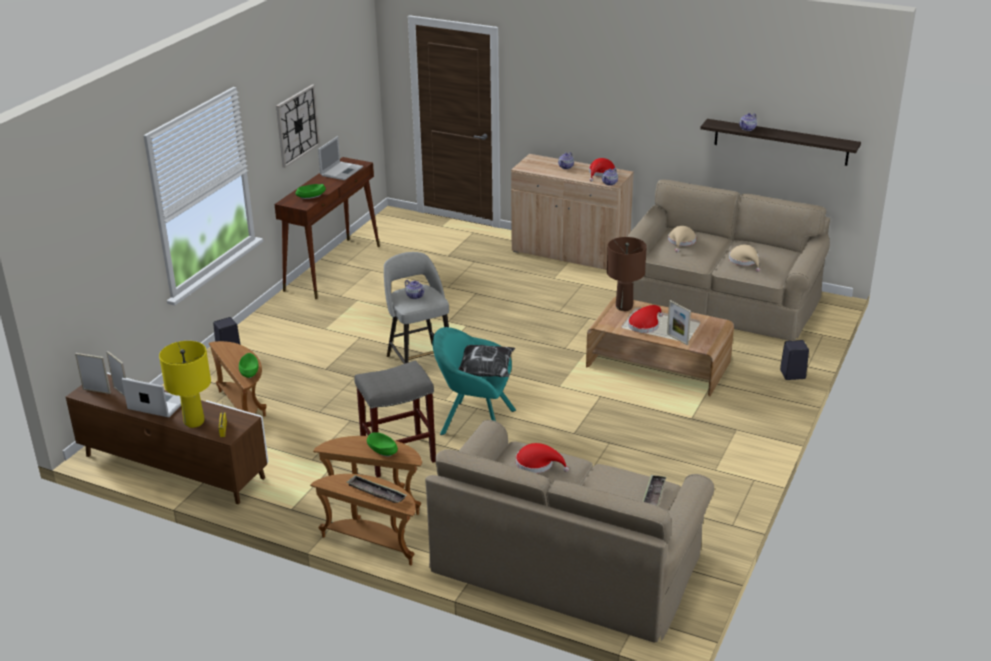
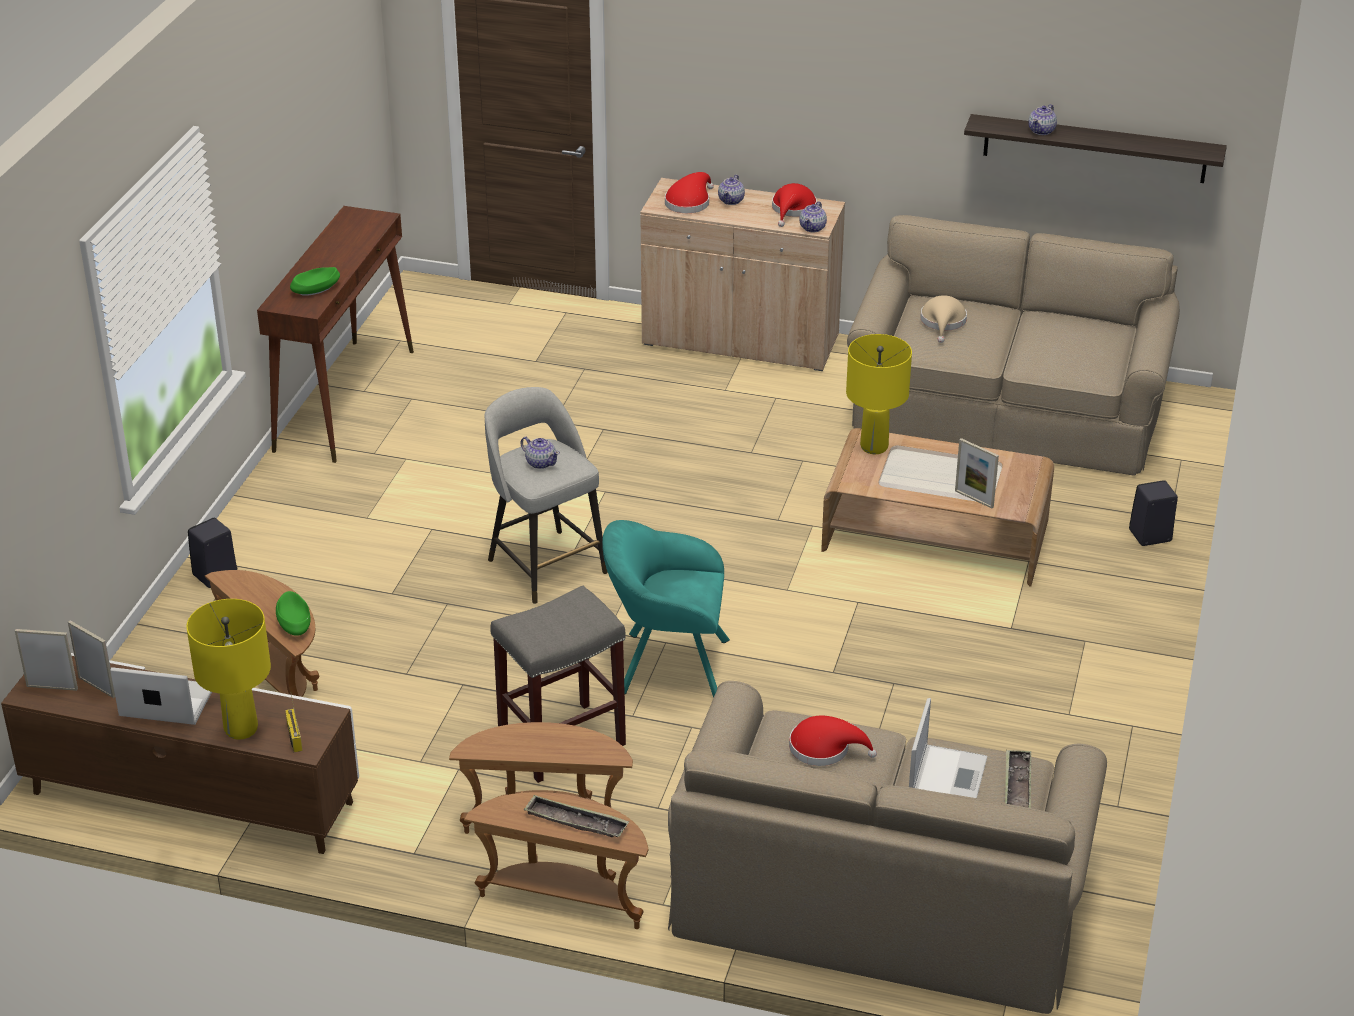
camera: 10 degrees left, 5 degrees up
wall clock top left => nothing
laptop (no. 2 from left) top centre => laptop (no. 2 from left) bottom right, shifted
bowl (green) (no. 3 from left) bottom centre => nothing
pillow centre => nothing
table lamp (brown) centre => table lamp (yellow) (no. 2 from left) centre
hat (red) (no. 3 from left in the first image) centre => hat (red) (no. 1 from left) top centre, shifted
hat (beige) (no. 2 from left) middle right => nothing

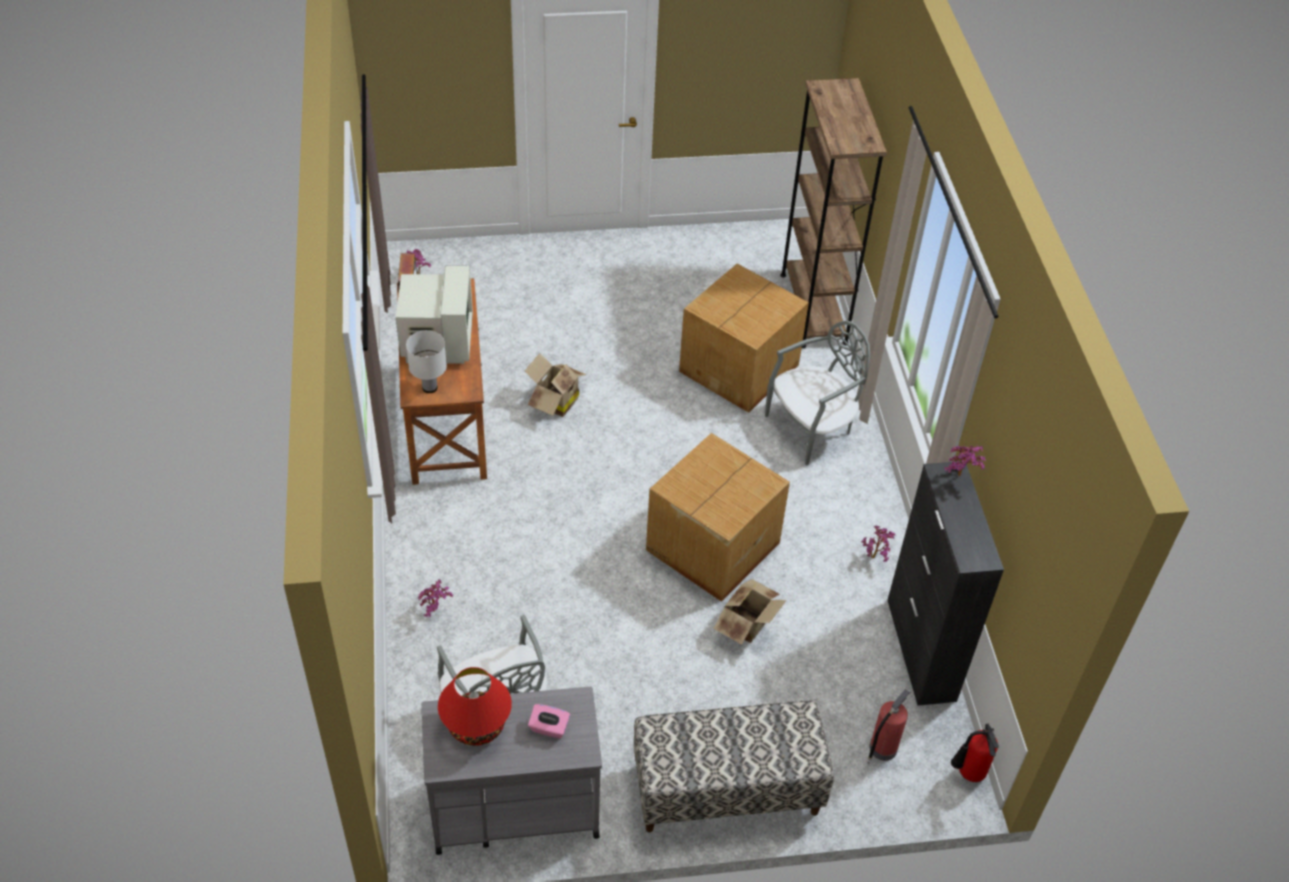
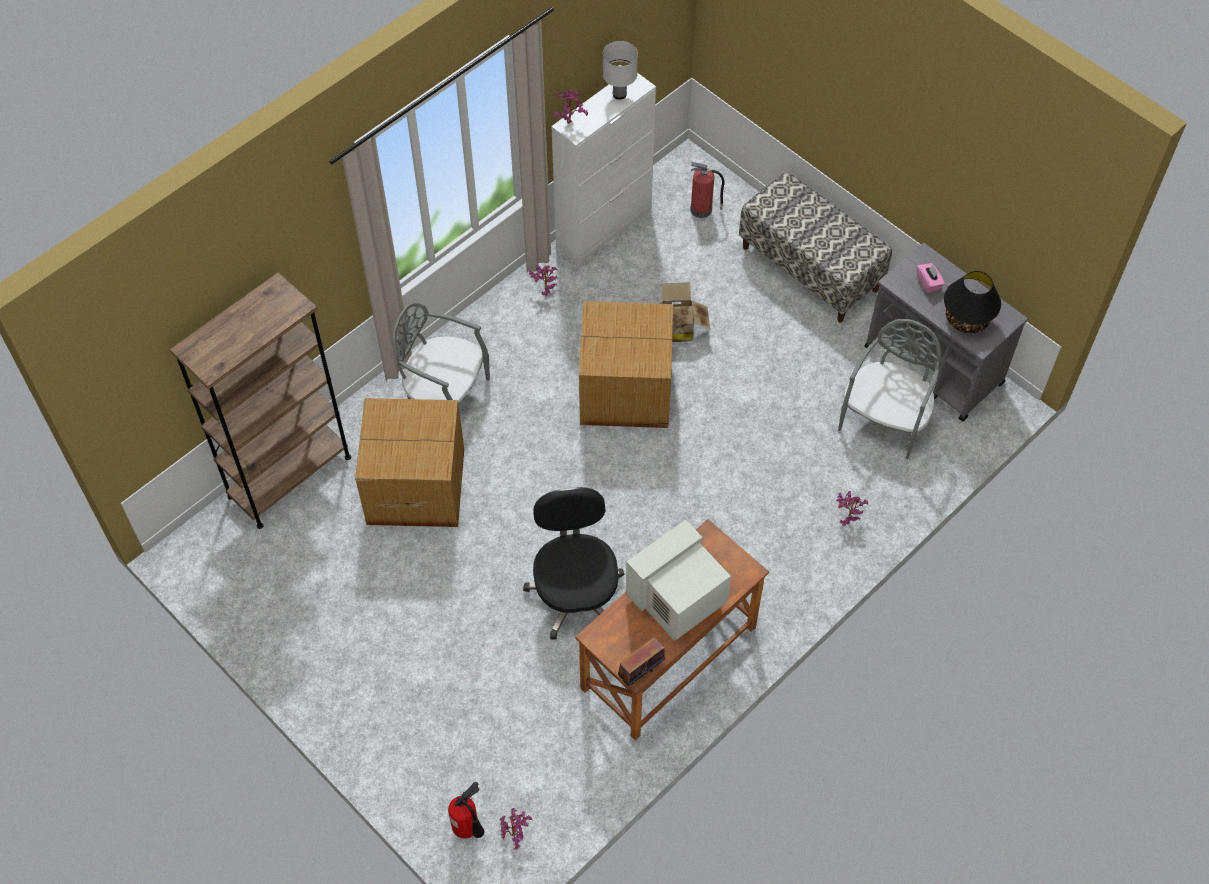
camera: 125 degrees left, 10 degrees up
table lamp (white) middle left => table lamp (white) top centre, shifted
table lamp (red) bottom centre => table lamp (black) middle right
cardboard box (no. 1 from left) centre => office chair (black) centre
cabinet (black) middle right => cabinet (white) top centre
fire extinguisher (no. 2 from left in the first image) bottom right => fire extinguisher (no. 1 from left) bottom centre, shifted

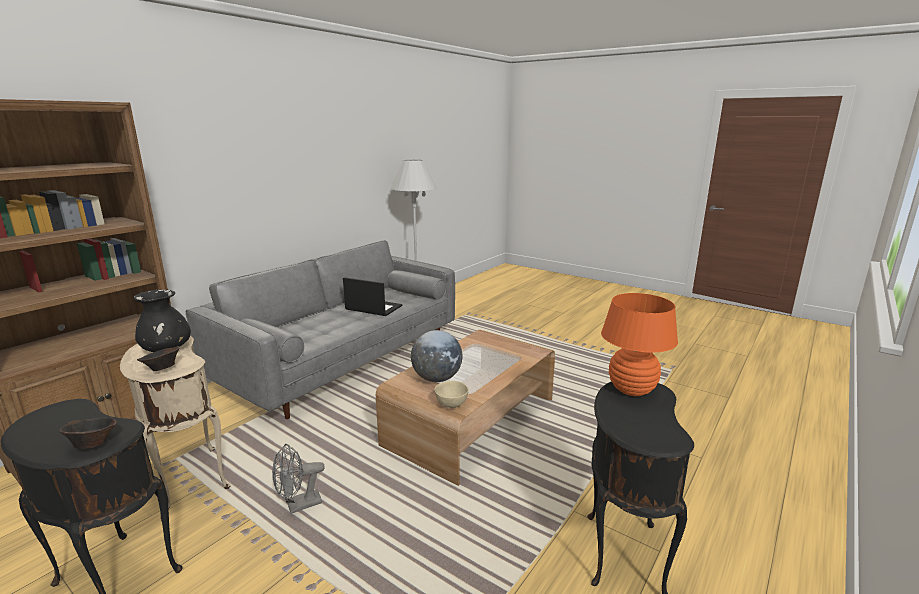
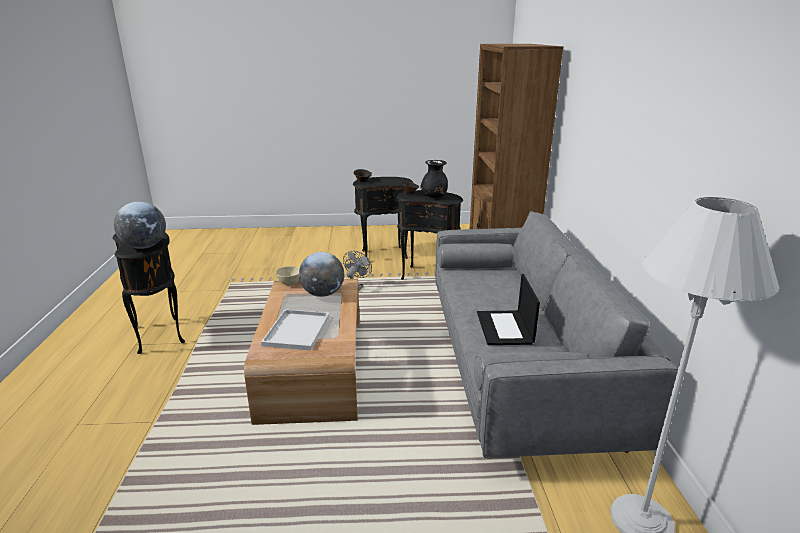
camera: 140 degrees right, 5 degrees up
side table (beige) bottom left => side table (black) (no. 3 from left) centre
laptop centre, 105 degrees clockwise
table lamp (orange) middle right => globe (no. 1 from left) middle left
nothing => tray (white) centre

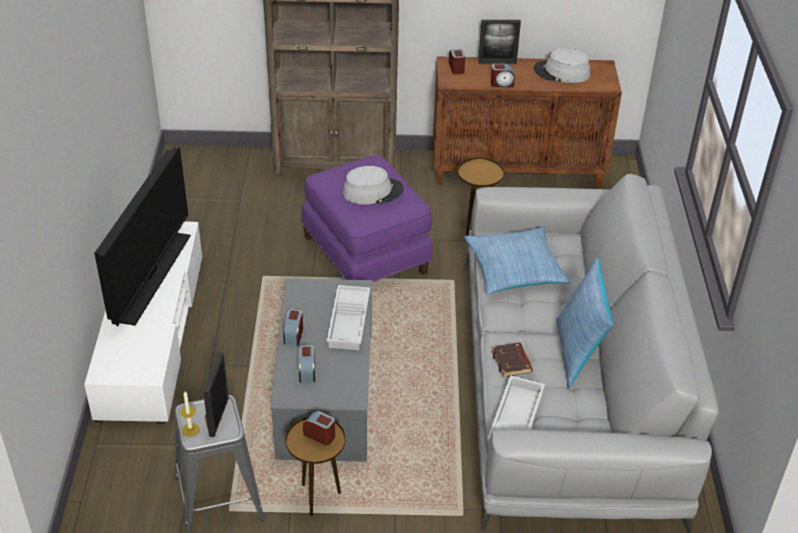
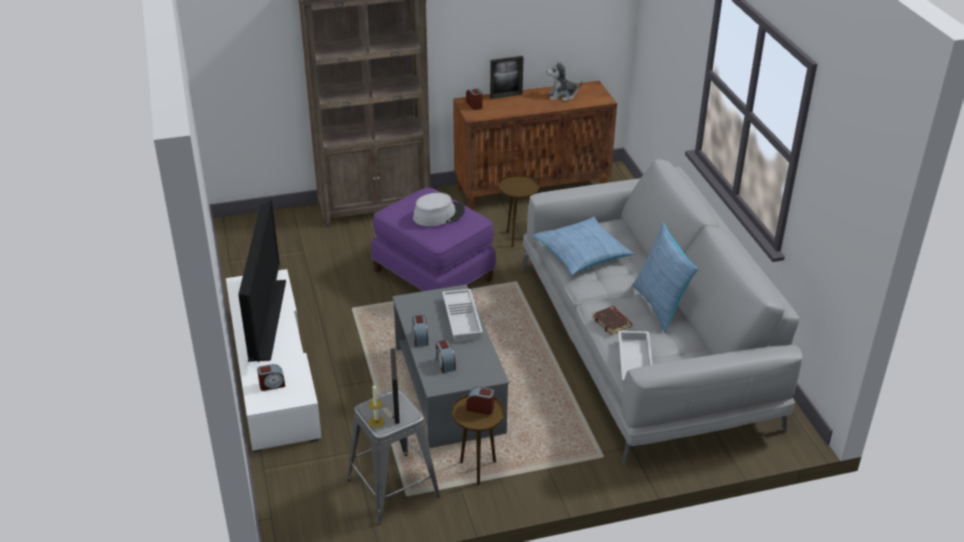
camera: 15 degrees left, 5 degrees down
alarm clock (no. 5 from left in the first image) top centre => alarm clock (no. 1 from left) bottom left, shifted
hat (grey) (no. 2 from left) top right => plush toy top centre

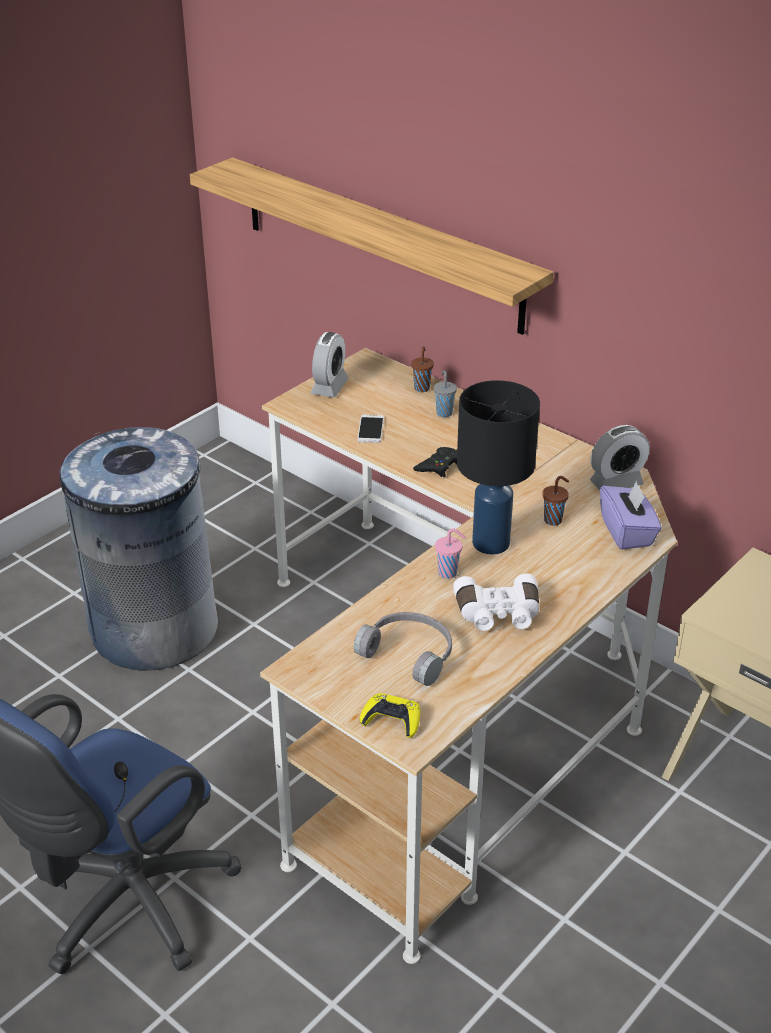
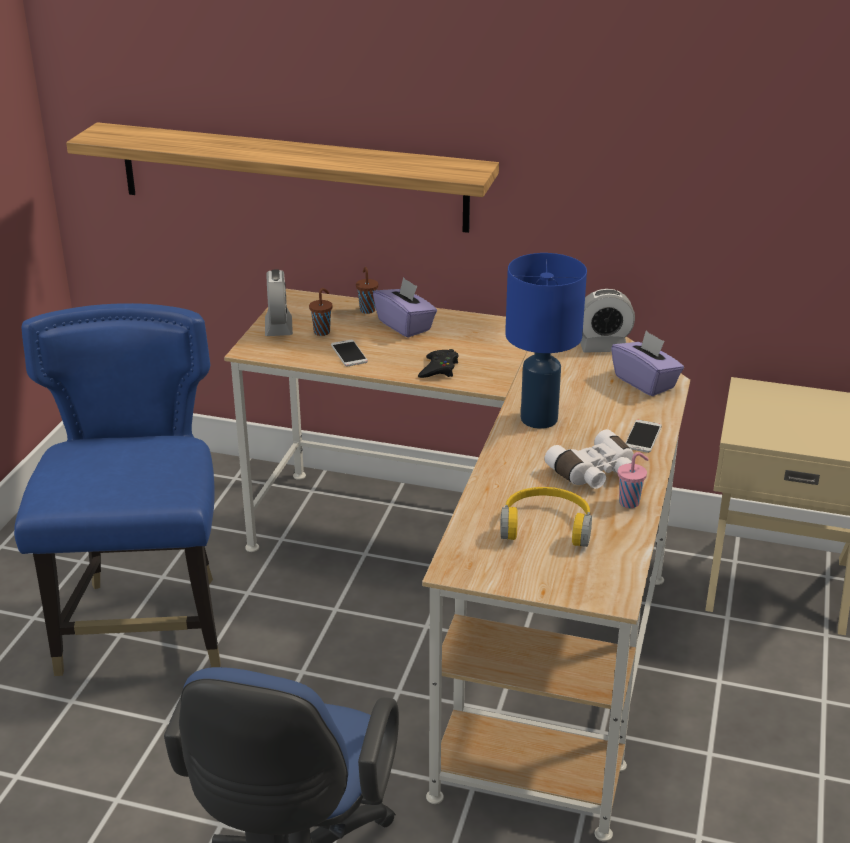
camera: 25 degrees left, 5 degrees down
trash can (grey) middle left => chair (blue) middle left
headphones (grey) centre => headphones (yellow) centre
game controller (yellow) bottom centre => nothing
cup (grey) centre => tissue box (purple) (no. 1 from left) centre
cup (pink) centre => cup (pink) middle right, shifted
table lamp (black) centre => table lamp (blue) centre
cup (brown) (no. 2 from left in the first image) middle right => cup (brown) (no. 1 from left) centre, shifted
alarm clock (no. 2 from left) middle right, 45 degrees clockwise
nothing => phone (no. 2 from left) middle right

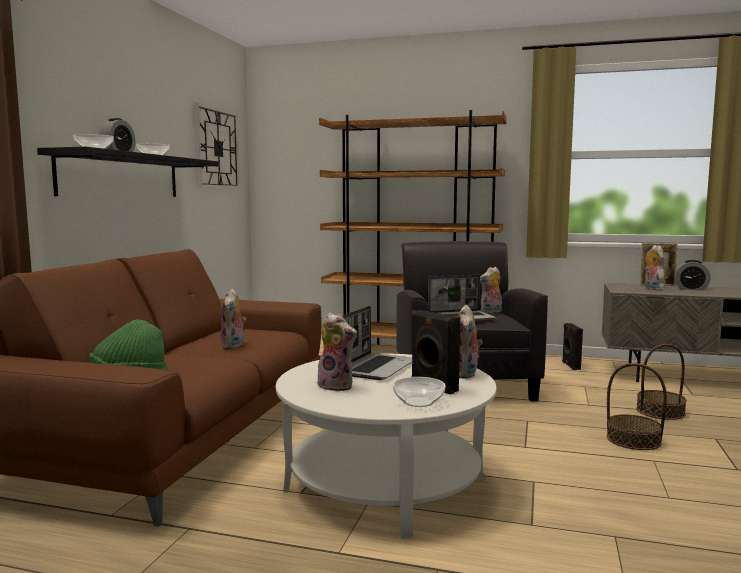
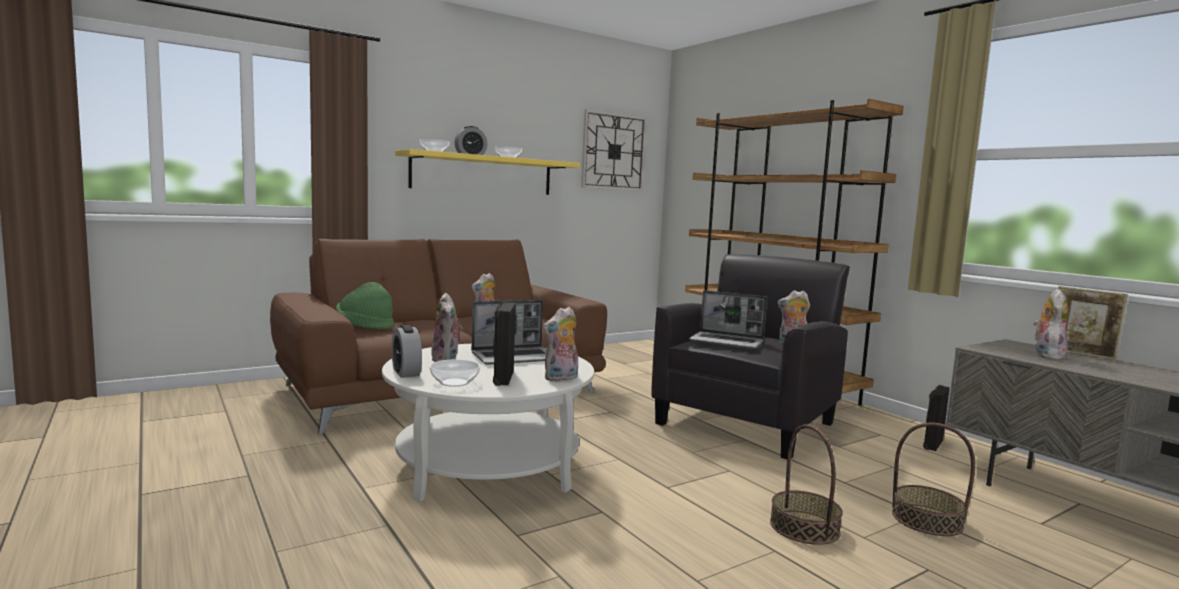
camera: 40 degrees right, 0 degrees up
shelf (black) top left => shelf (yellow) top centre
alarm clock (no. 2 from left in the first image) middle right => alarm clock (no. 1 from left) centre, shifted

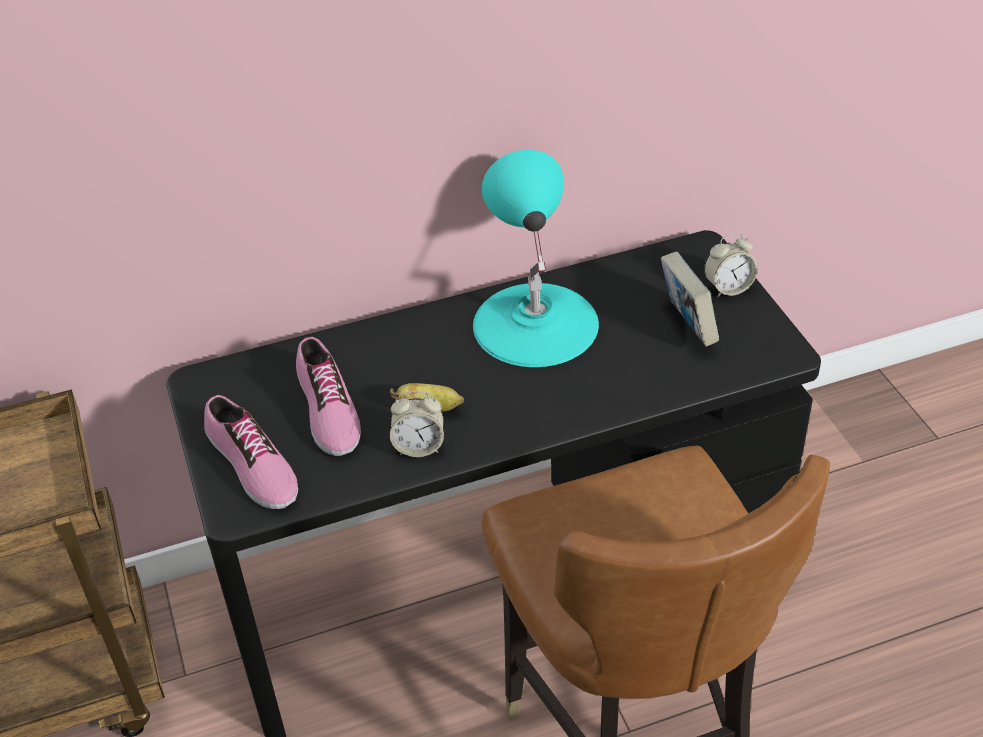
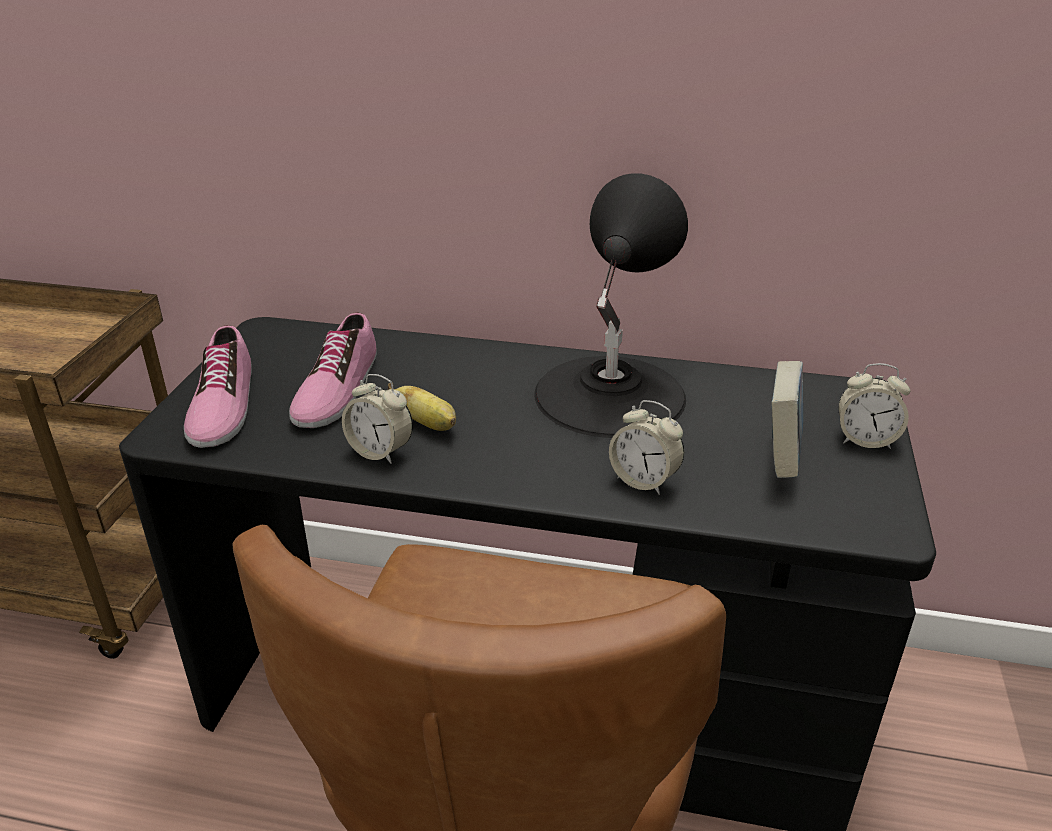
camera: 30 degrees right, 10 degrees down
table lamp (turquoise) centre => table lamp (black) centre
nothing => alarm clock (no. 2 from left) centre

